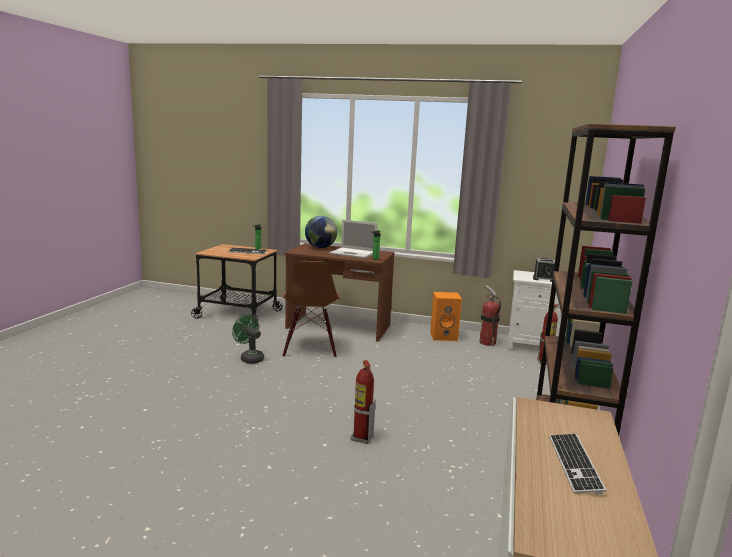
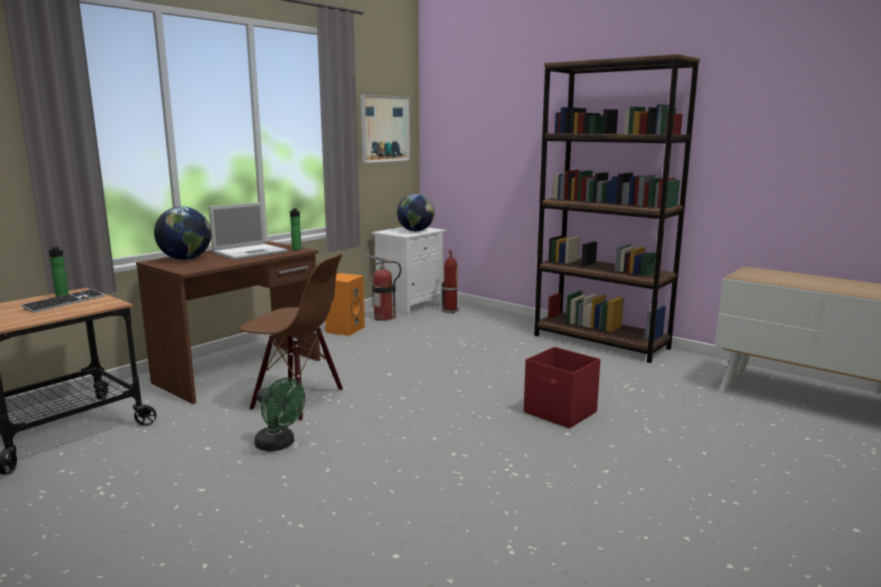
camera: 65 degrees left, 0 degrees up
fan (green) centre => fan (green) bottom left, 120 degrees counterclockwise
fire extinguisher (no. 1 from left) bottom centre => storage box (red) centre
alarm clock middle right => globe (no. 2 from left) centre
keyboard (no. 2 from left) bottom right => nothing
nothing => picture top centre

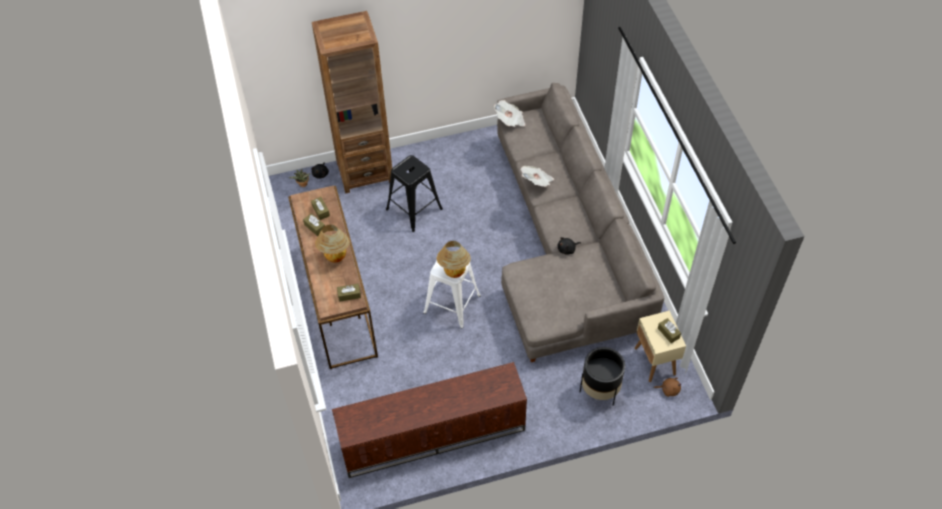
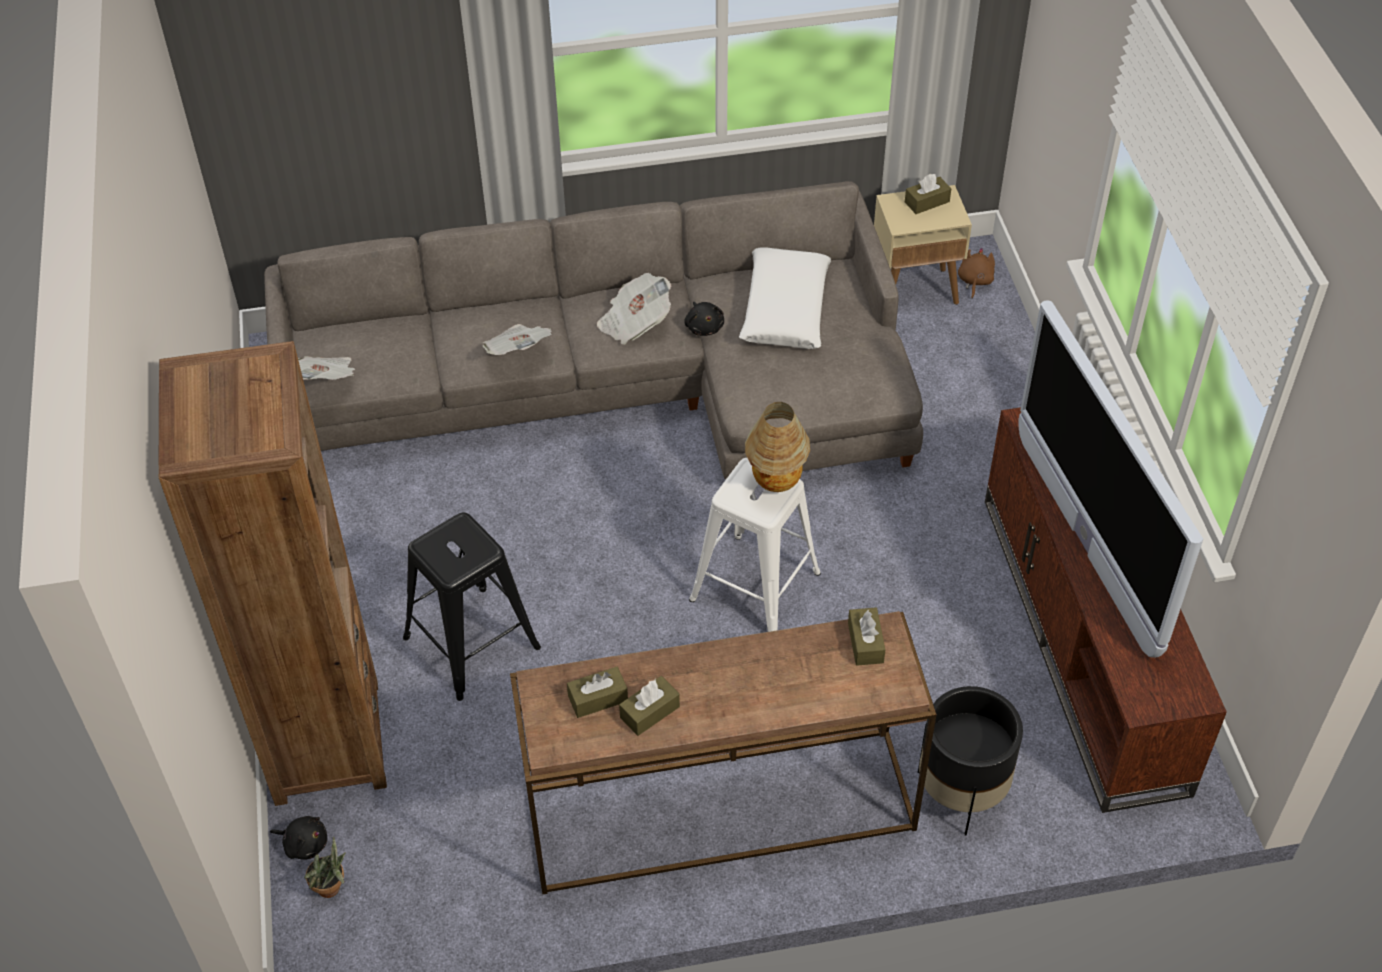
camera: 85 degrees left, 5 degrees down
table lamp (no. 1 from left) centre => nothing
planter (black) bottom centre => planter (black) bottom right, shifted
nothing => newspaper (no. 3 from left) top centre
nothing => pillow (white) top centre
nothing => television middle right

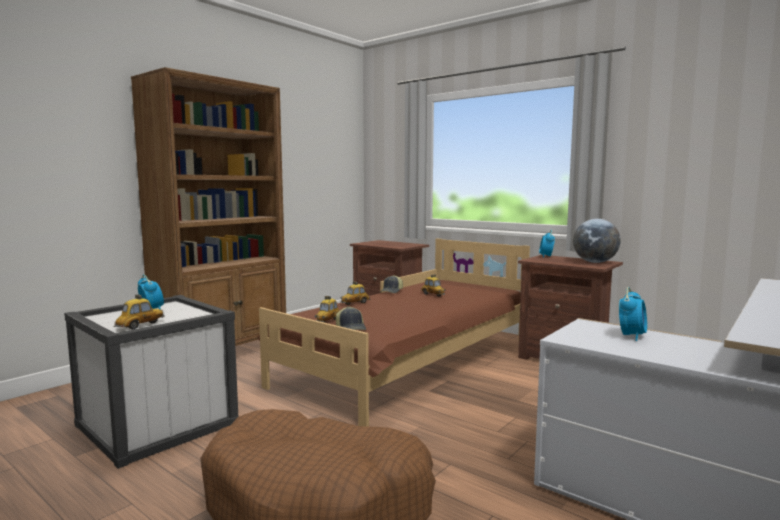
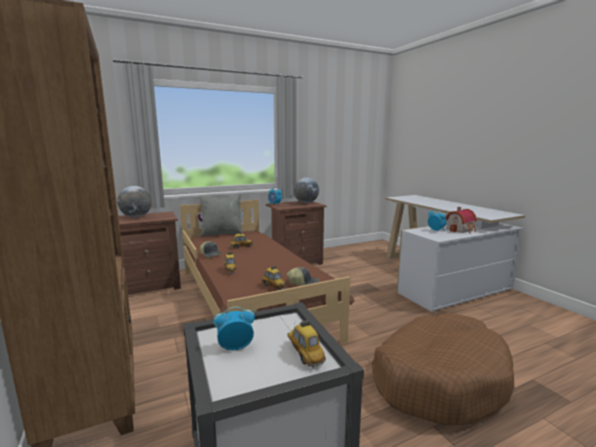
camera: 65 degrees left, 5 degrees up
nothing => globe (no. 1 from left) middle left
nothing => pillow (grey) centre
nothing => toy house middle right

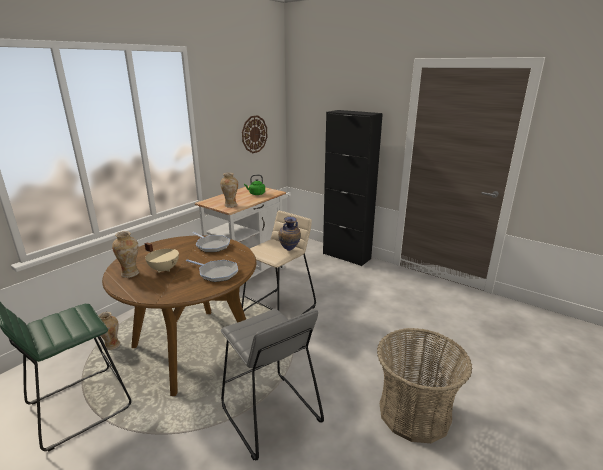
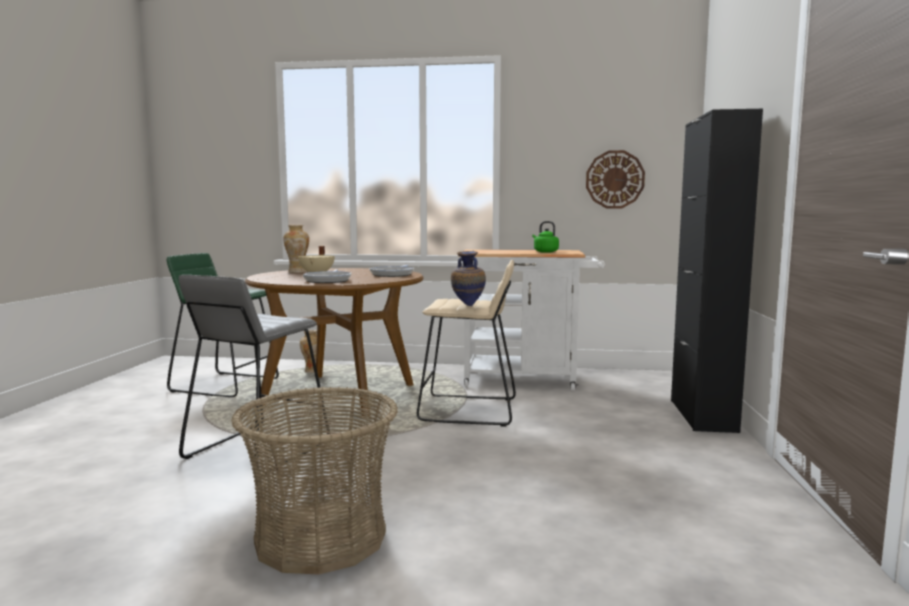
camera: 60 degrees right, 15 degrees down
vase (no. 3 from left) centre => nothing

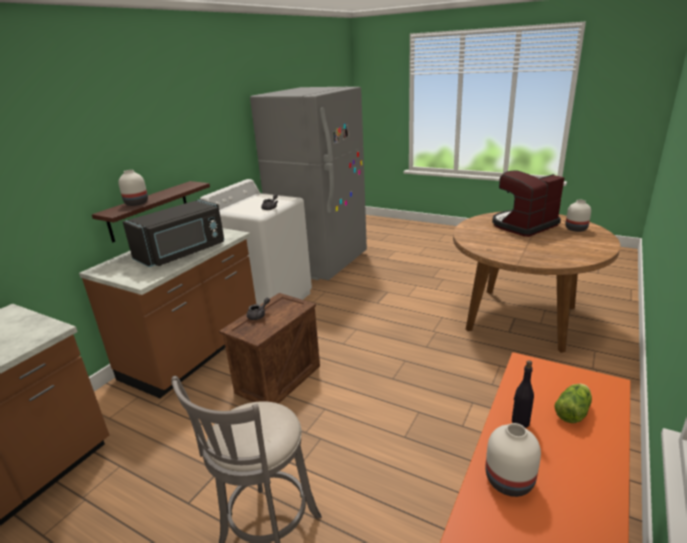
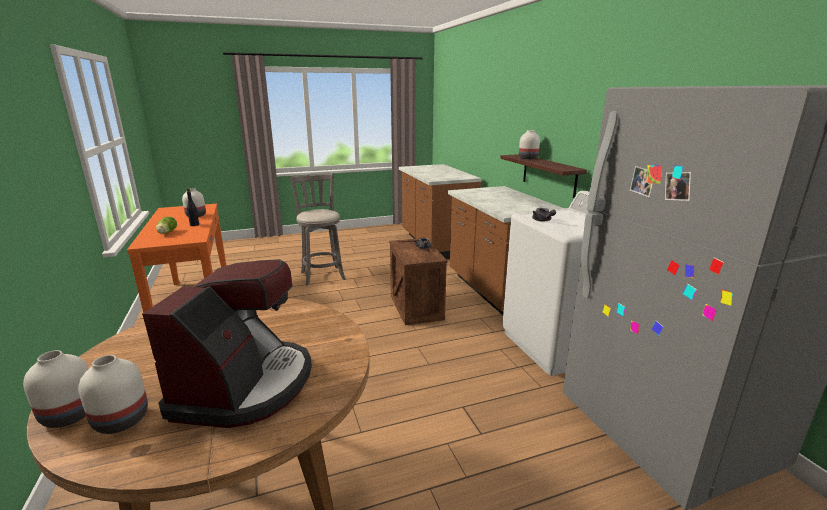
camera: 130 degrees right, 5 degrees down
microwave (black) middle left => nothing
nothing => vase (white) (no. 1 from left) bottom left

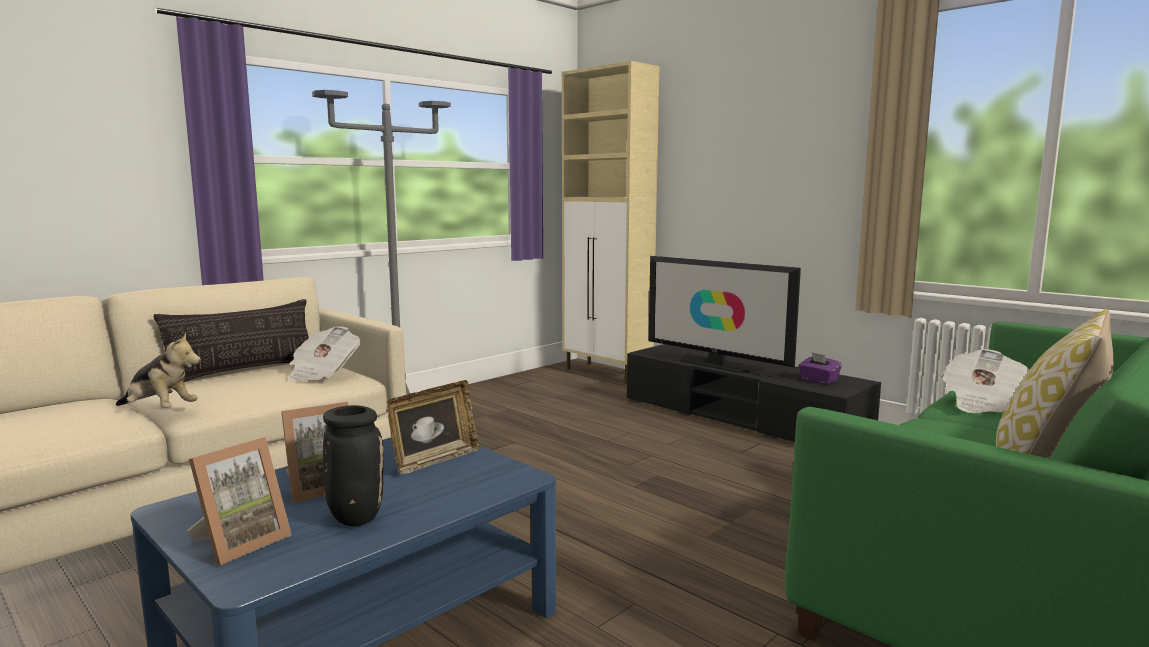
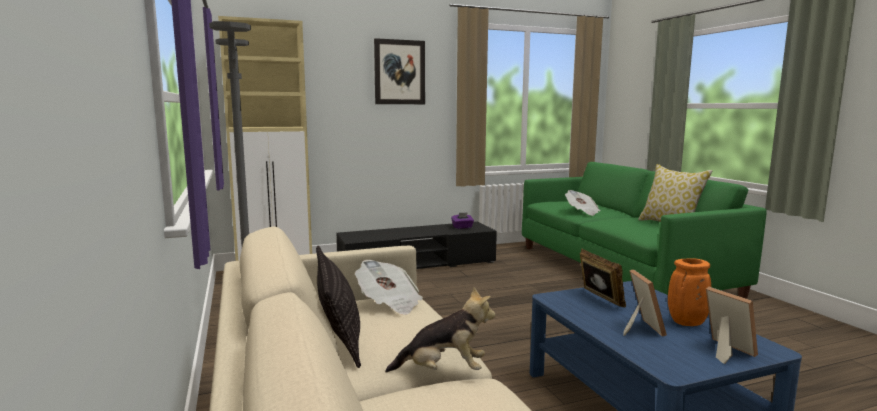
camera: 65 degrees left, 0 degrees up
plush toy middle left => plush toy bottom centre, 45 degrees clockwise
vase (black) bottom left => vase (orange) bottom right
television centre => nothing
nothing => picture top centre

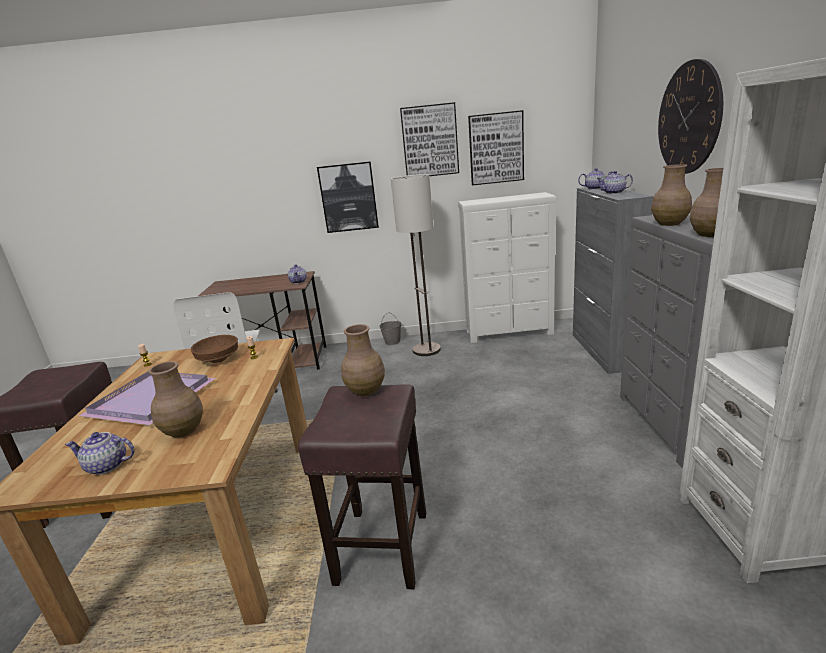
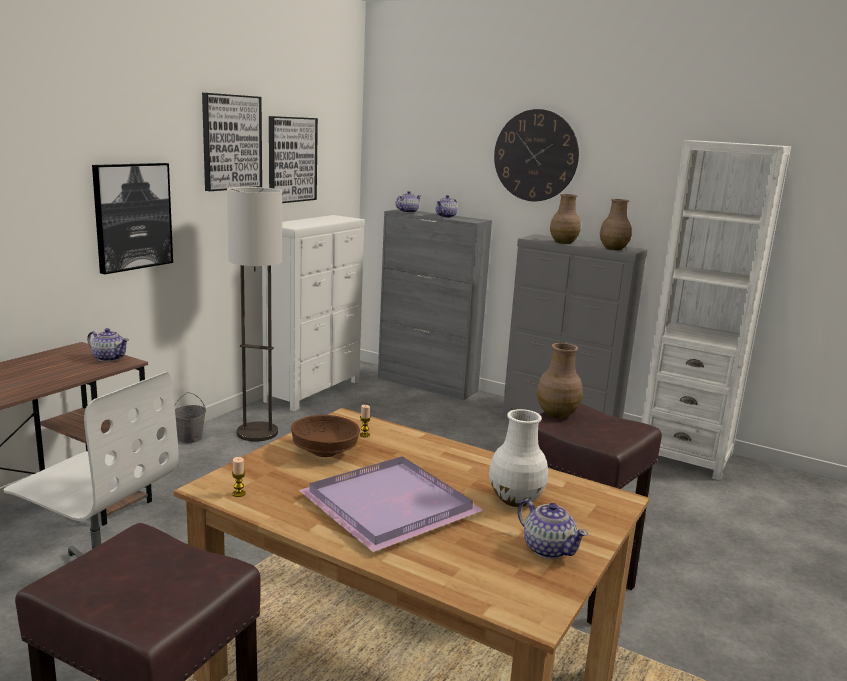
camera: 60 degrees left, 5 degrees down
teapot (no. 1 from left in the first image) bottom left => teapot (no. 4 from left) bottom centre, 75 degrees counterclockwise
vase (brown) (no. 1 from left) middle left => vase (white) bottom centre

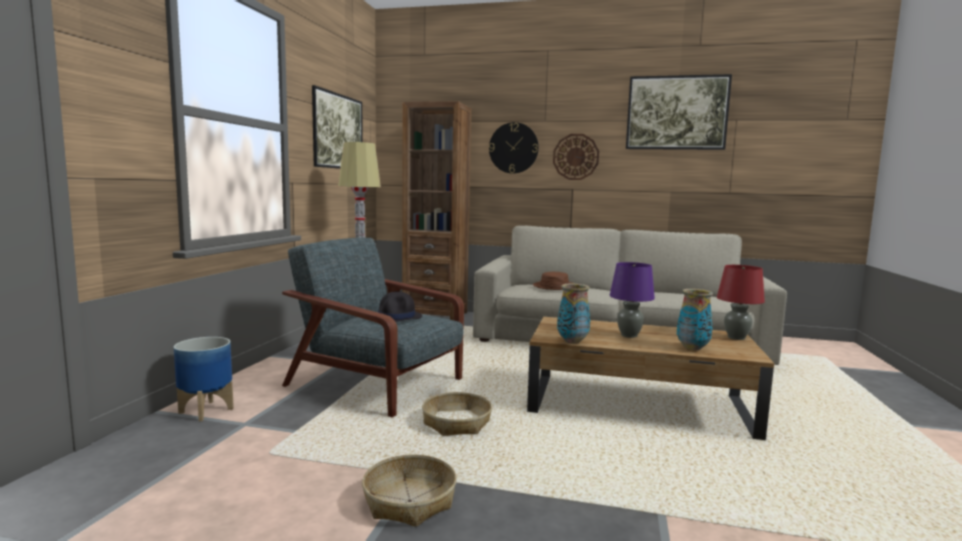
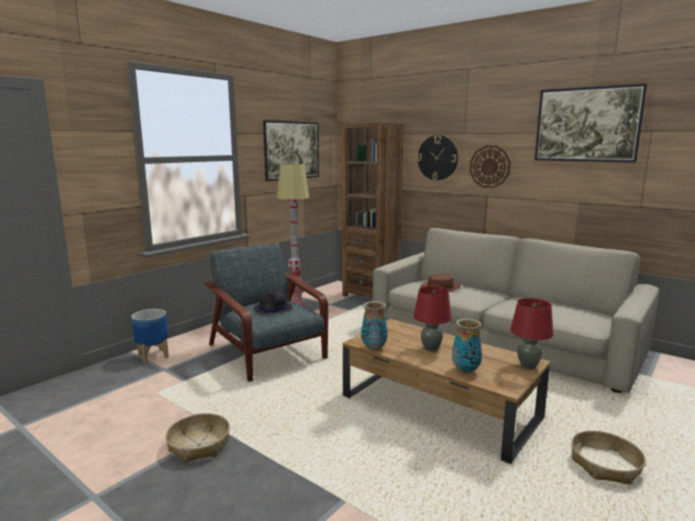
camera: 25 degrees right, 5 degrees up
basket (no. 2 from left) bottom centre => basket (no. 2 from left) bottom right, shifted
table lamp (purple) centre => table lamp (red) (no. 1 from left) centre

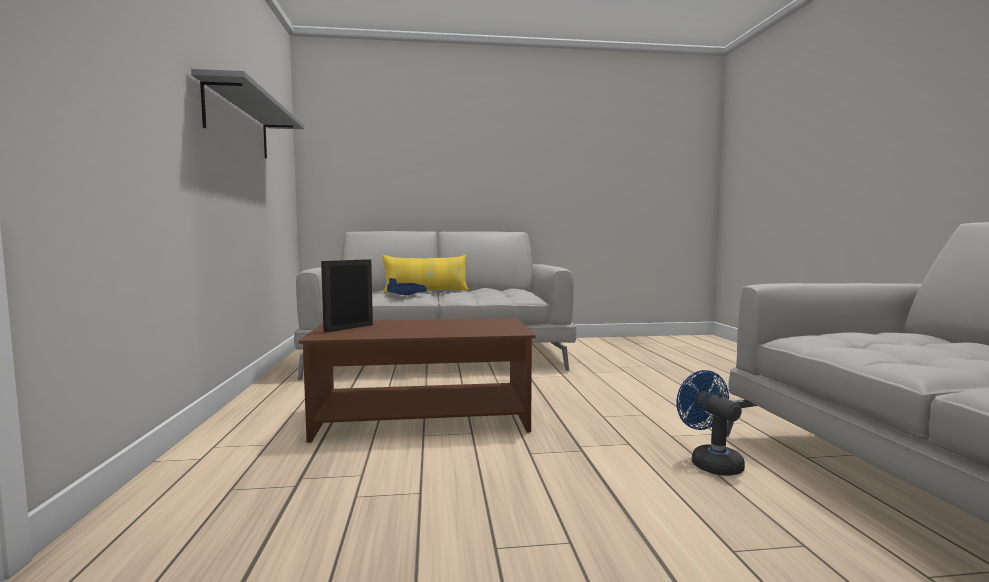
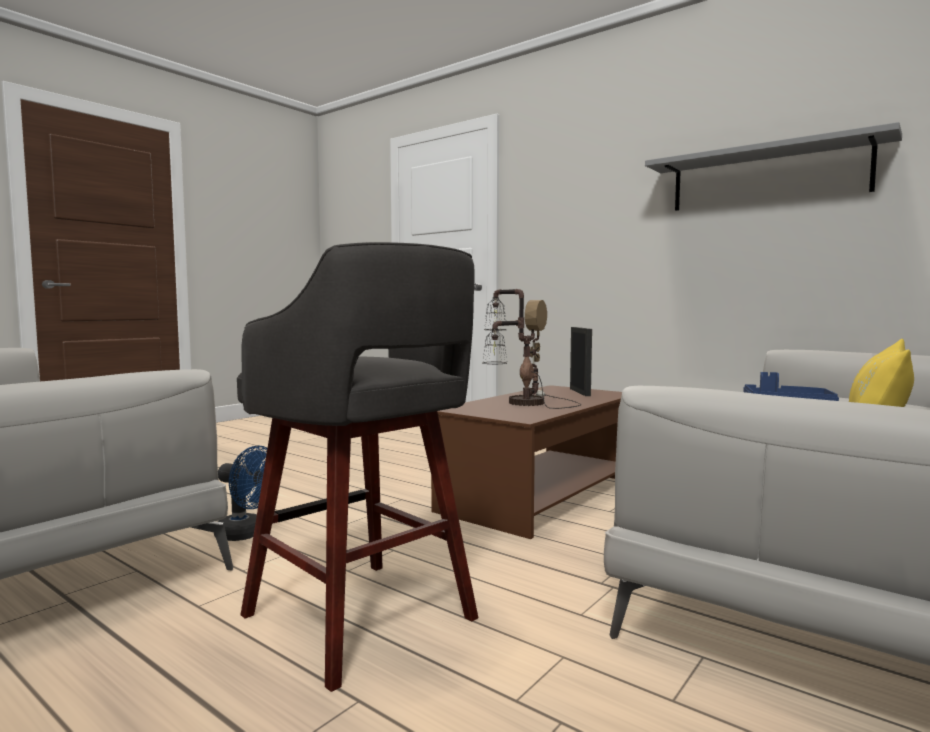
camera: 135 degrees right, 0 degrees up
nothing => stool (grey) centre
nothing => table lamp centre

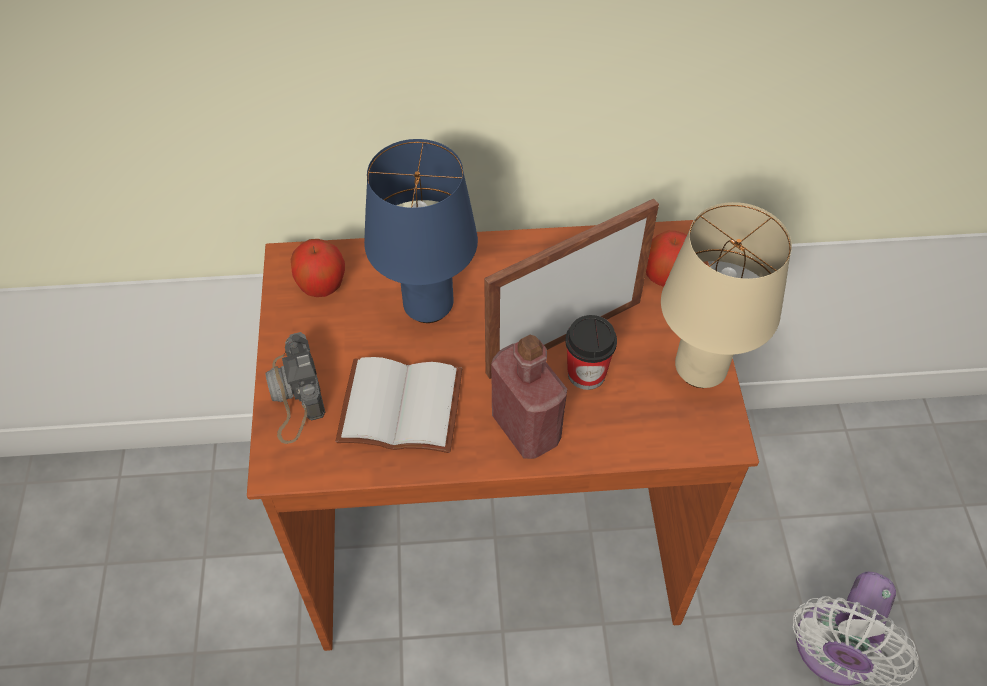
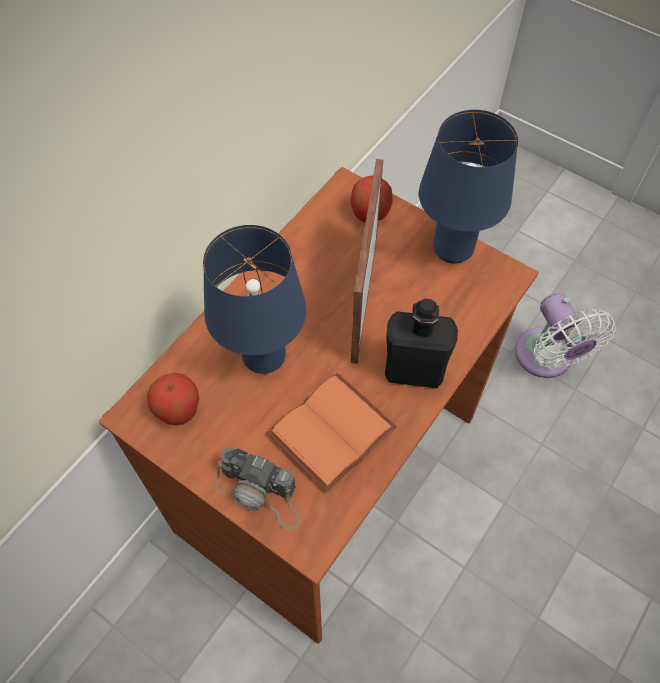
camera: 50 degrees left, 5 degrees up
book (white) centre => book (orange) centre
bottle (red) centre => bottle (black) centre
cup centre => nothing
table lamp (beige) middle right => table lamp (blue) (no. 2 from left) top right

